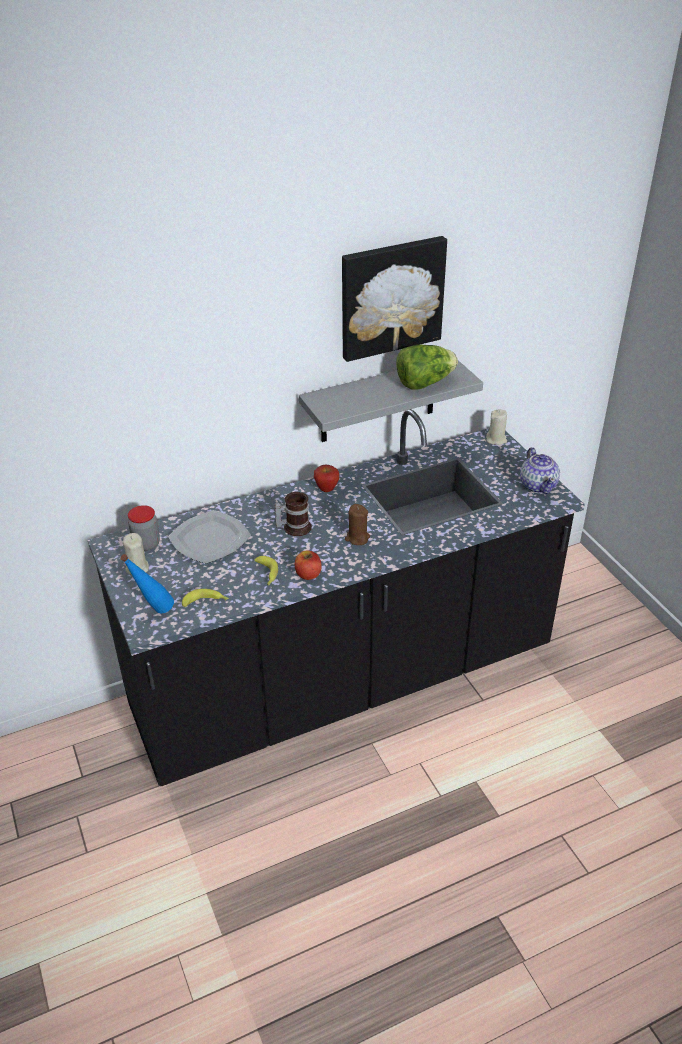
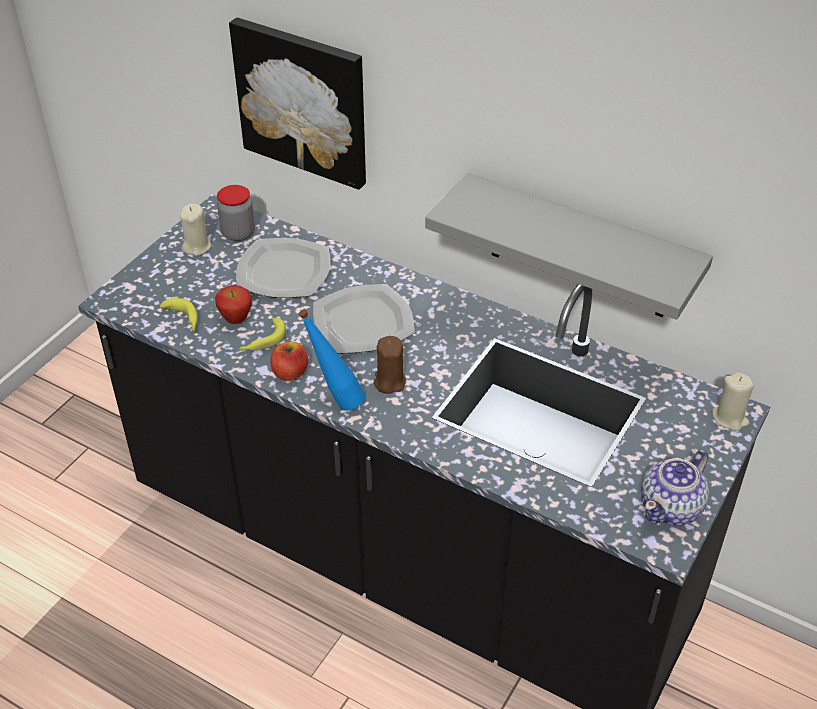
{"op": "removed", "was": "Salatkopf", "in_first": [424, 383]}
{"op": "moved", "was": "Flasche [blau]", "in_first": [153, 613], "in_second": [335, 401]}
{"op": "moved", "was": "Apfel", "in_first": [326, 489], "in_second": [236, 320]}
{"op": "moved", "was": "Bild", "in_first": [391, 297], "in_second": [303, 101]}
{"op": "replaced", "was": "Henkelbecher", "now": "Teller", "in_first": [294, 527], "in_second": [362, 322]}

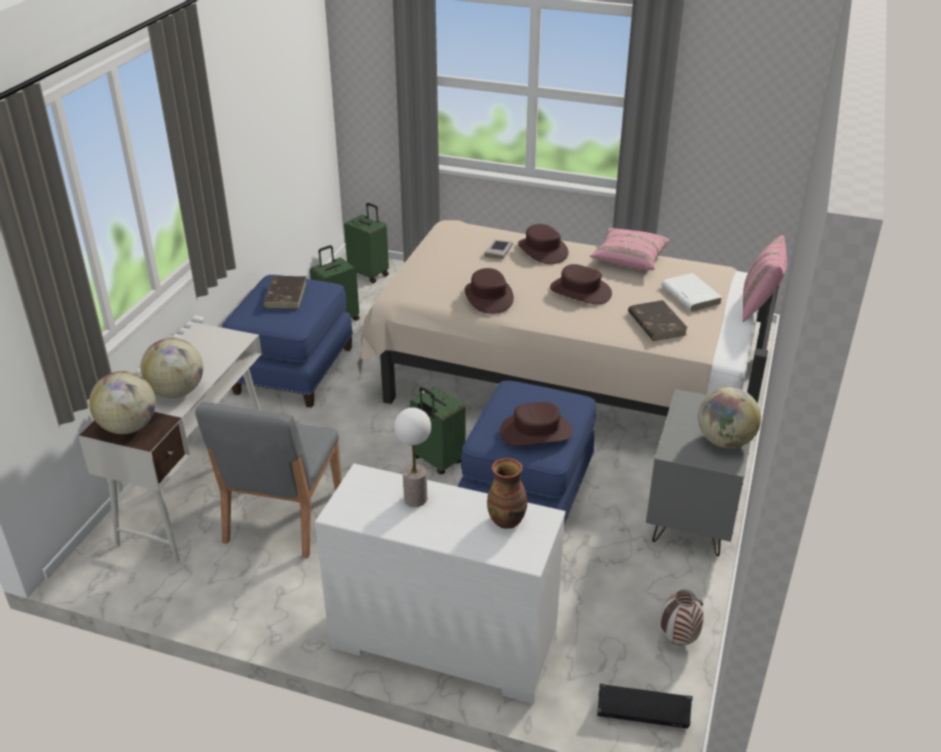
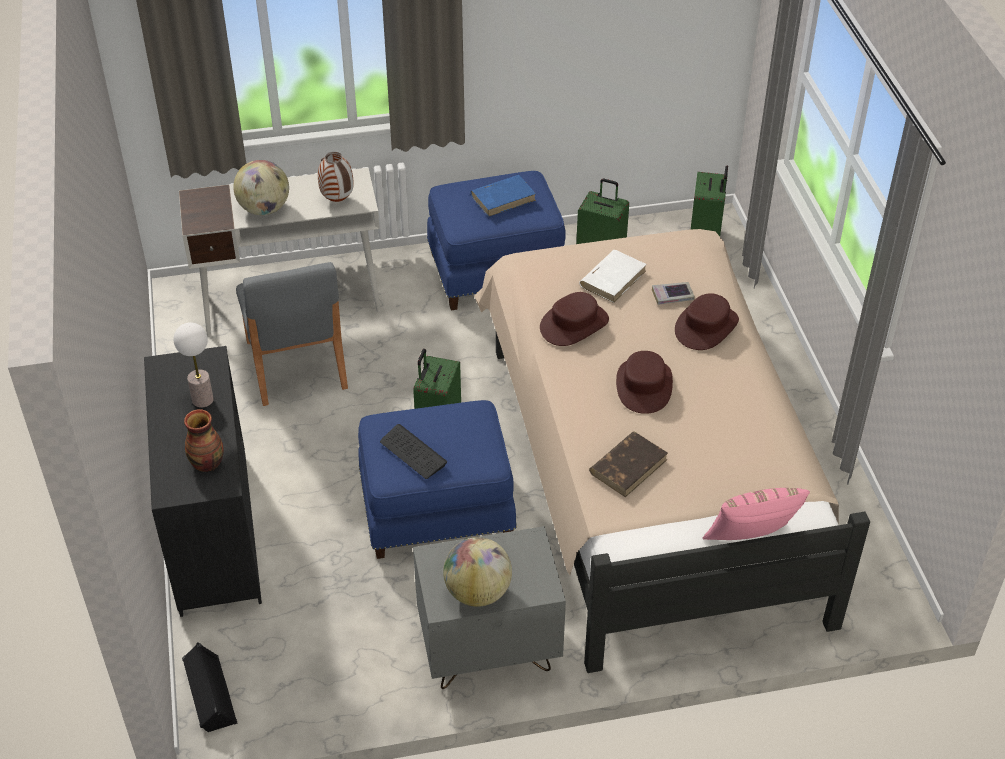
{"op": "removed", "was": "Globus", "in_first": [129, 427]}
{"op": "removed", "was": "Kissen [rosa]", "in_first": [629, 260]}
{"op": "moved", "was": "Vase", "in_first": [678, 640], "in_second": [338, 200]}
{"op": "moved", "was": "Buch [weiß]", "in_first": [690, 295], "in_second": [613, 278]}
{"op": "replaced", "was": "Hut [braun]", "now": "Tastatur", "in_first": [536, 432], "in_second": [413, 453]}
{"op": "recoloured", "was": "Buch [braun]", "now": "Buch [blau]", "in_first": [285, 295], "in_second": [503, 198]}
{"op": "recoloured", "was": "Kommode [weiß]", "now": "Kommode [schwarz]", "in_first": [442, 644], "in_second": [212, 532]}
{"op": "turned", "was": "Stuhl [grau]", "in_first": [282, 517], "in_second": [296, 366], "clockwise": -90}

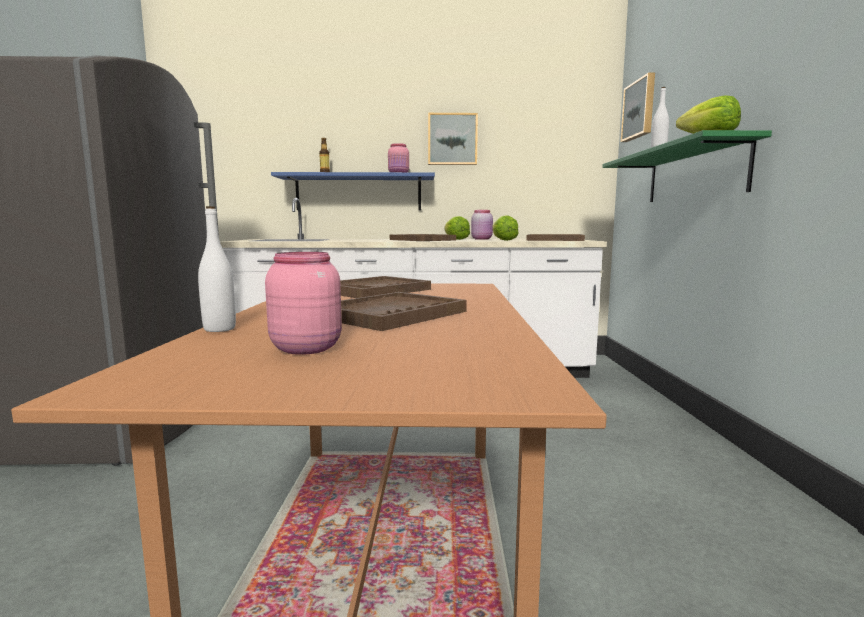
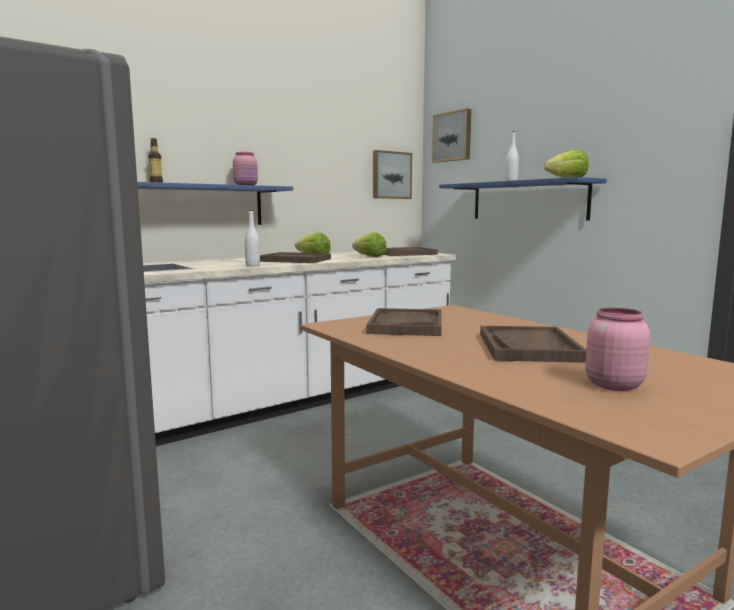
{"op": "removed", "was": "Vorratsglas [rosa]", "in_first": [482, 239]}
{"op": "moved", "was": "Flasche [weiß]", "in_first": [219, 329], "in_second": [252, 265]}
{"op": "moved", "was": "Bild", "in_first": [452, 139], "in_second": [391, 175]}
{"op": "recoloured", "was": "Wandregal [grün]", "now": "Wandregal [blau]", "in_first": [694, 174], "in_second": [527, 201]}

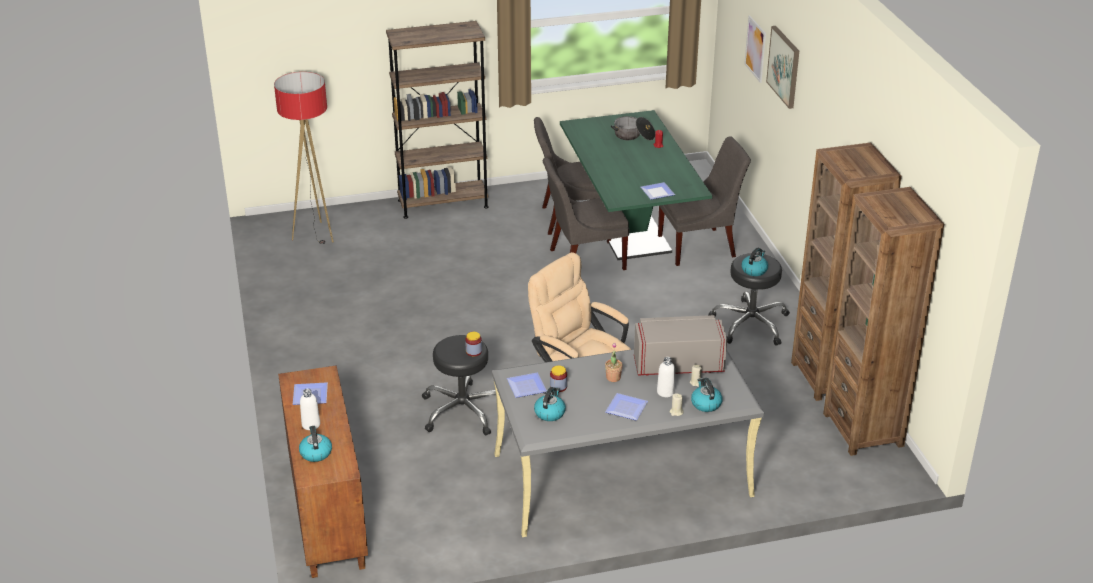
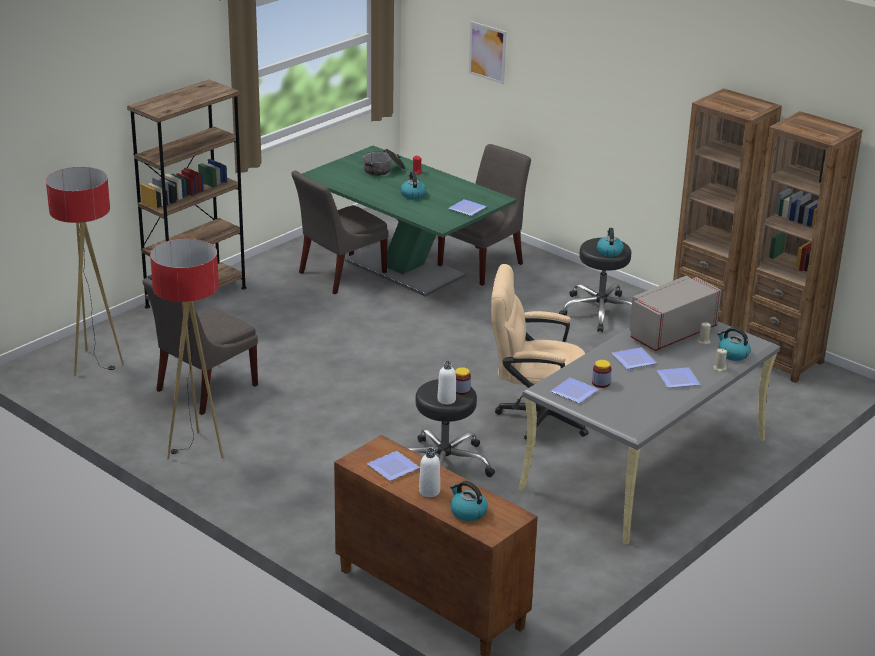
{"op": "removed", "was": "Bild", "in_first": [784, 66]}
{"op": "added", "now": "Stehlampe", "in_second": [195, 449]}
{"op": "moved", "was": "Wasserkessel", "in_first": [550, 413], "in_second": [412, 195]}
{"op": "moved", "was": "Stuhl [grau]", "in_first": [583, 260], "in_second": [203, 389]}
{"op": "moved", "was": "Flasche [weiß]", "in_first": [665, 392], "in_second": [446, 400]}
{"op": "replaced", "was": "Topfpflanze", "now": "Teller", "in_first": [613, 378], "in_second": [635, 360]}

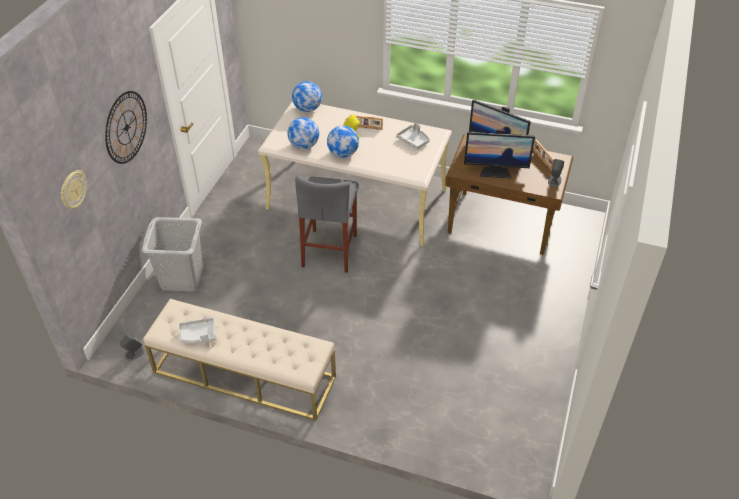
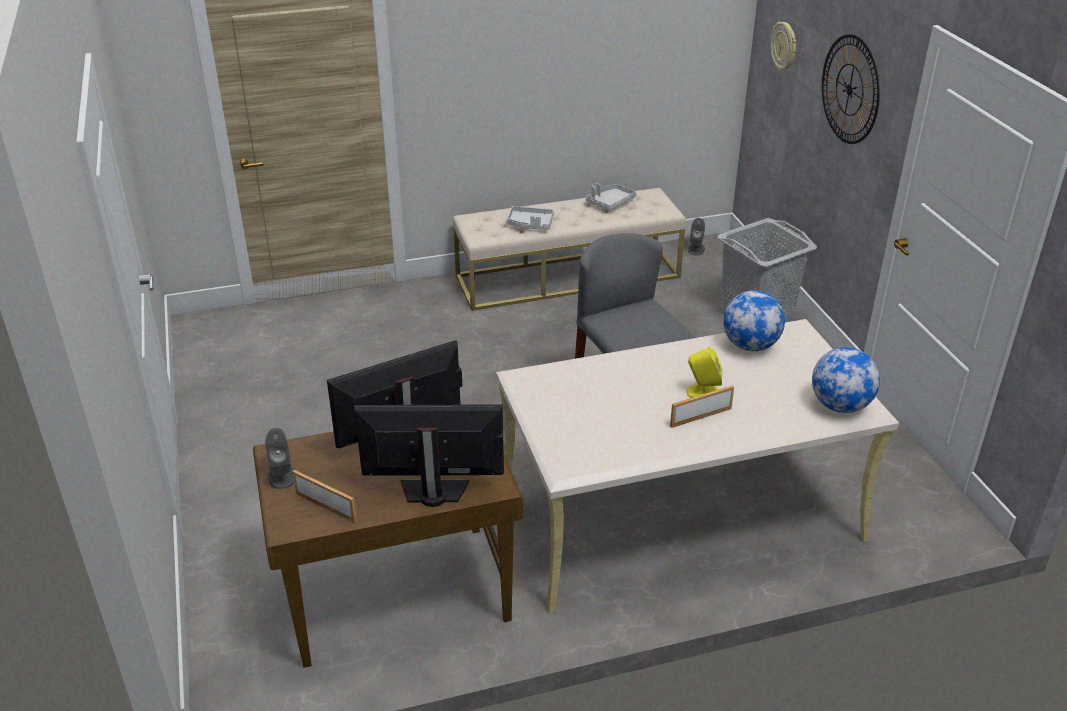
{"op": "removed", "was": "Globus", "in_first": [343, 154]}
{"op": "moved", "was": "Tablett [grau]", "in_first": [413, 140], "in_second": [530, 224]}

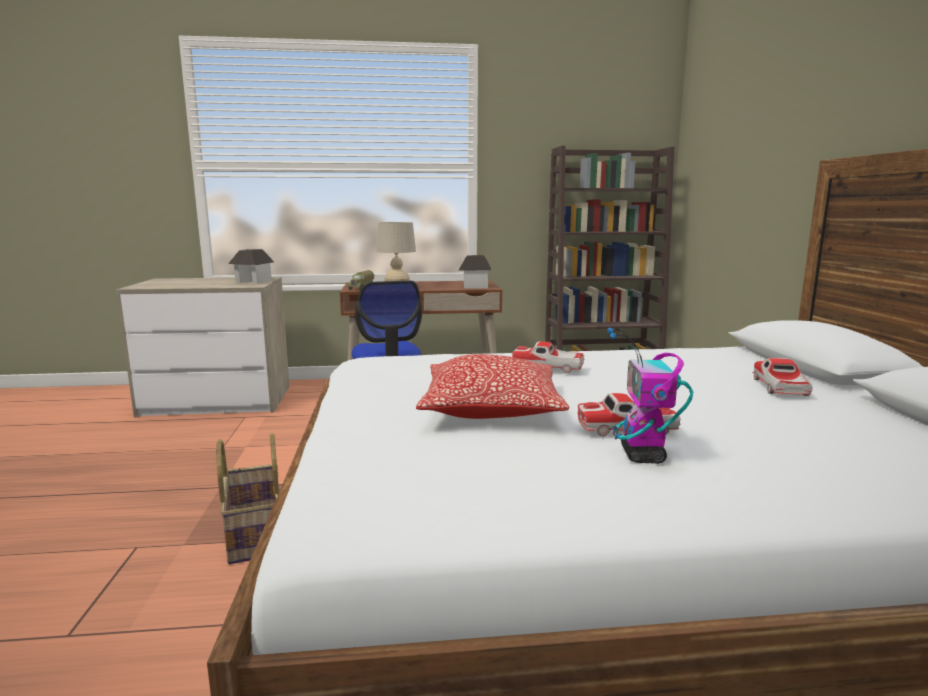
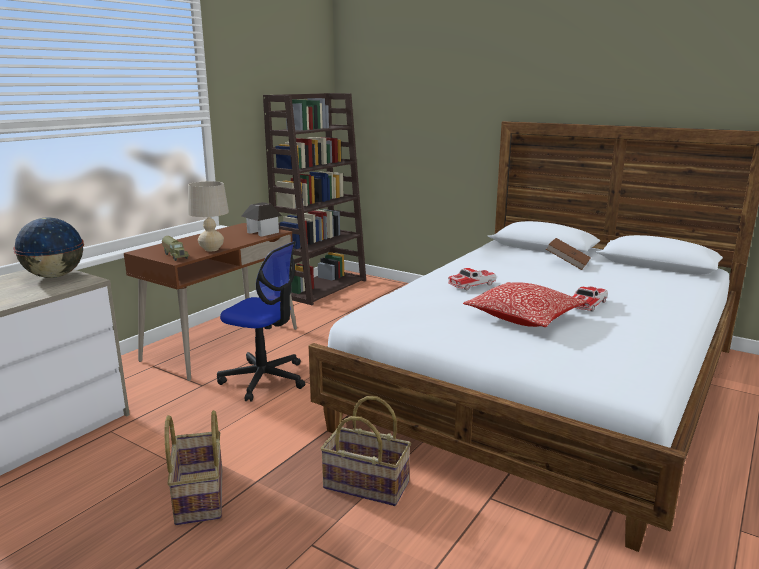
{"op": "removed", "was": "Spielzeugroboter", "in_first": [643, 456]}
{"op": "added", "now": "Korb", "in_second": [198, 496]}
{"op": "replaced", "was": "Spielzeughaus", "now": "Globus", "in_first": [253, 281], "in_second": [55, 276]}
{"op": "replaced", "was": "Spielzeugauto", "now": "Buch [braun]", "in_first": [779, 387], "in_second": [567, 264]}

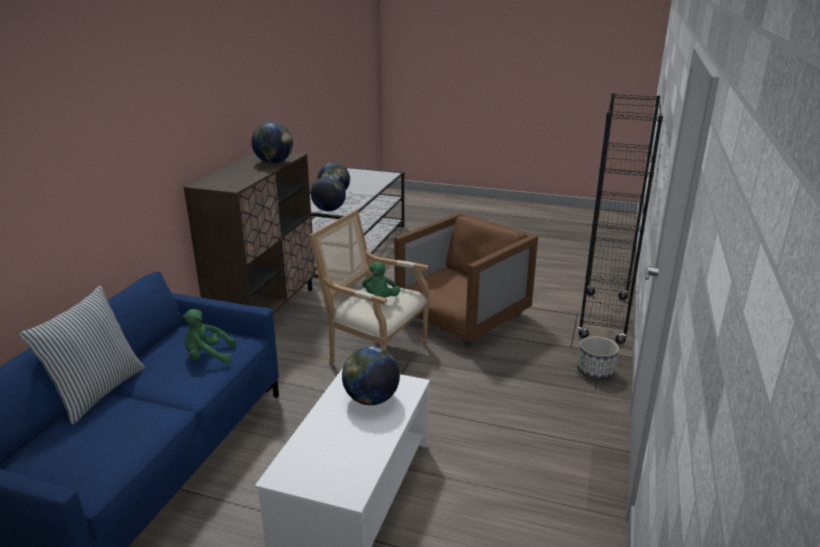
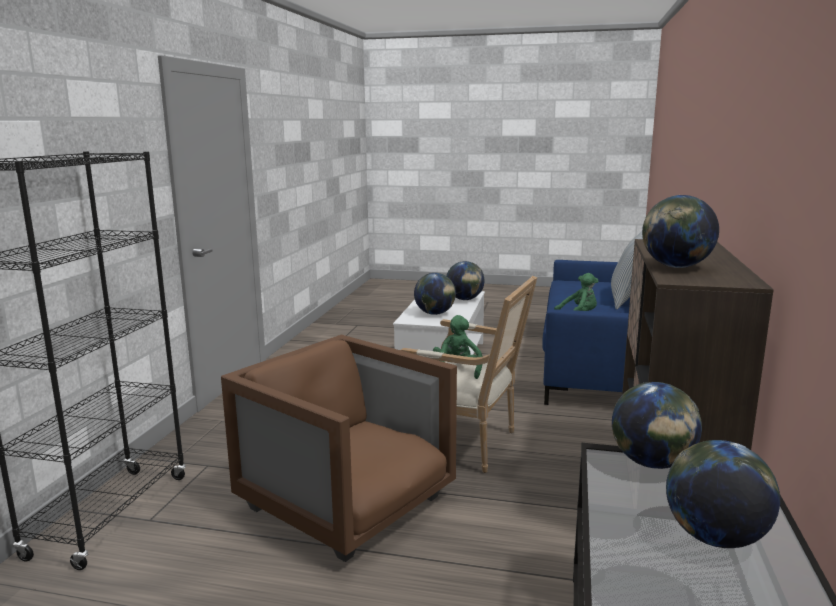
{"op": "removed", "was": "Pflanzkübel", "in_first": [595, 372]}
{"op": "added", "now": "Globus", "in_second": [464, 299]}
{"op": "turned", "was": "Sessel [braun]", "in_first": [462, 317], "in_second": [347, 503], "clockwise": 90}

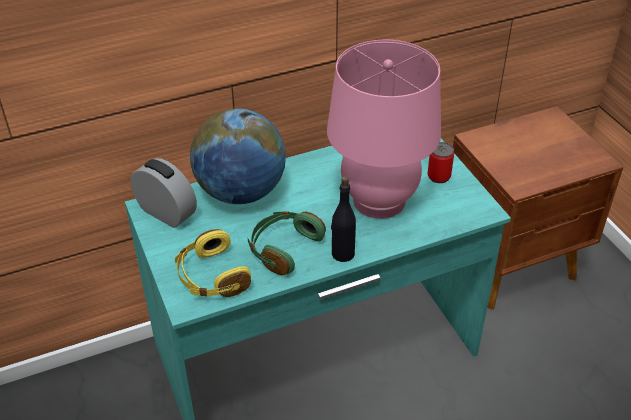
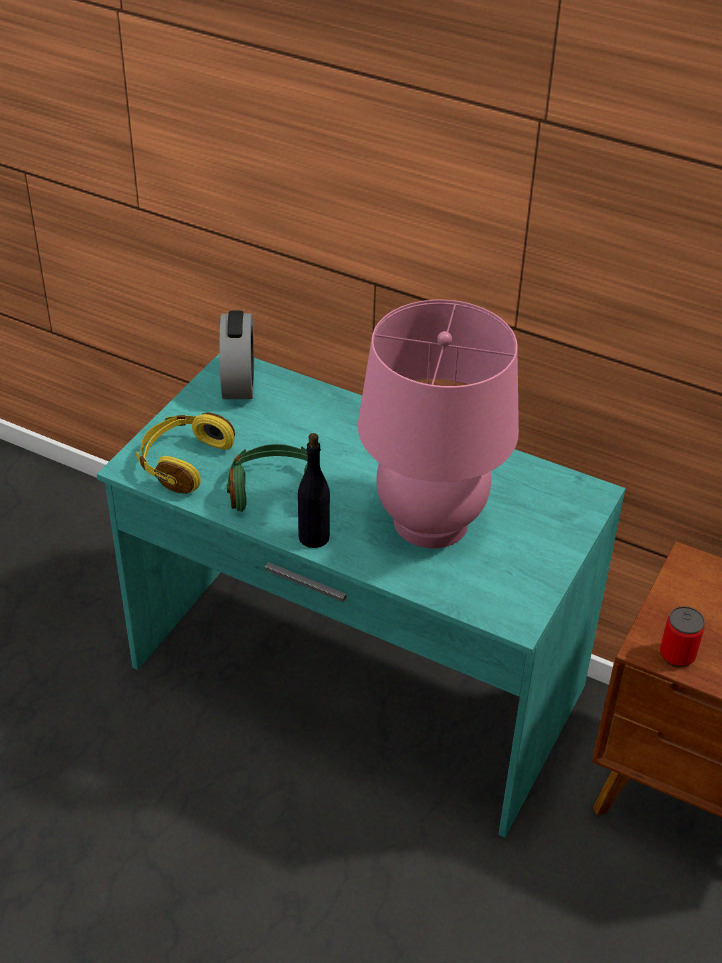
{"op": "removed", "was": "Globus", "in_first": [241, 192]}
{"op": "moved", "was": "Dose", "in_first": [439, 176], "in_second": [677, 655]}

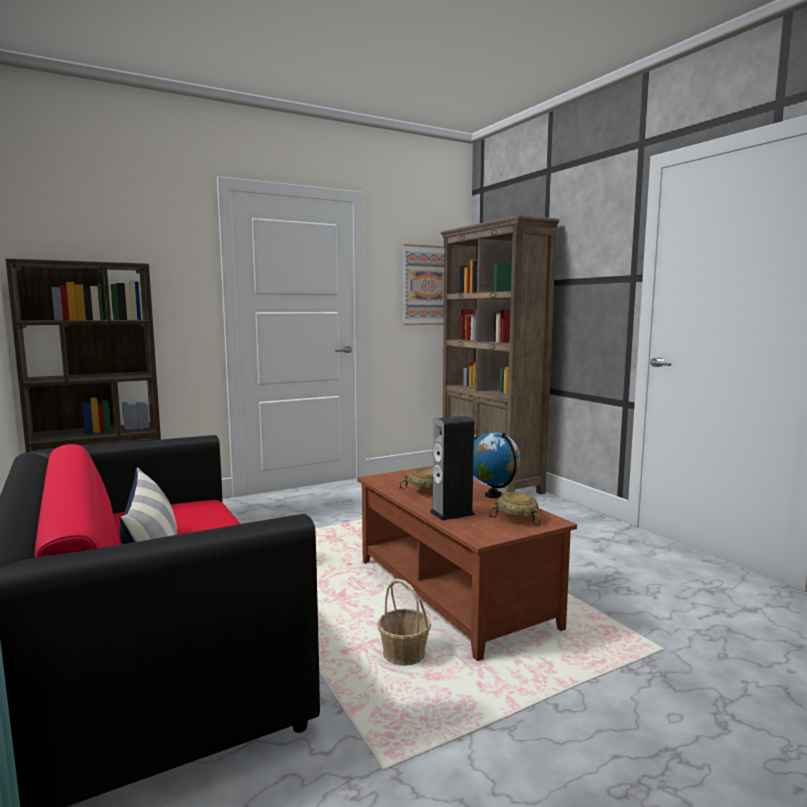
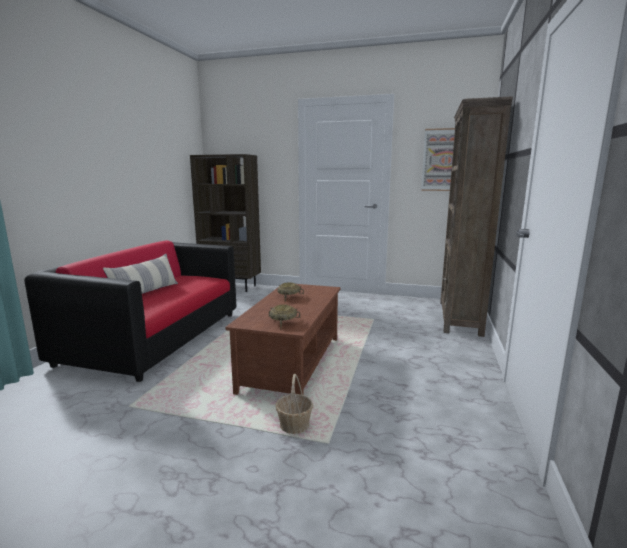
{"op": "removed", "was": "Lautsprecher", "in_first": [452, 513]}
{"op": "removed", "was": "Globus", "in_first": [493, 495]}
{"op": "moved", "was": "Korb", "in_first": [404, 655], "in_second": [294, 425]}

